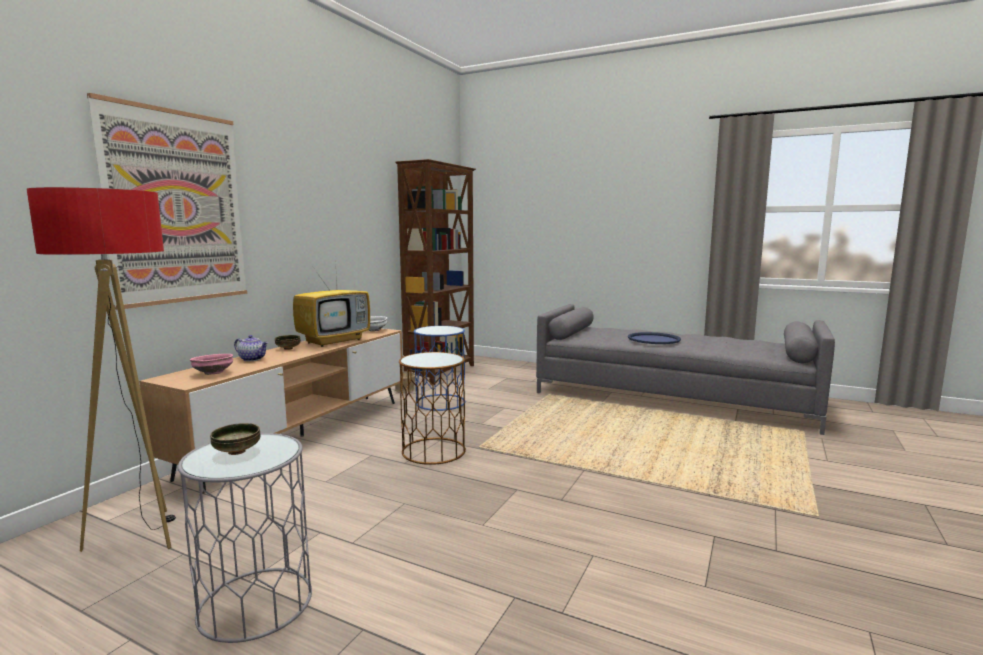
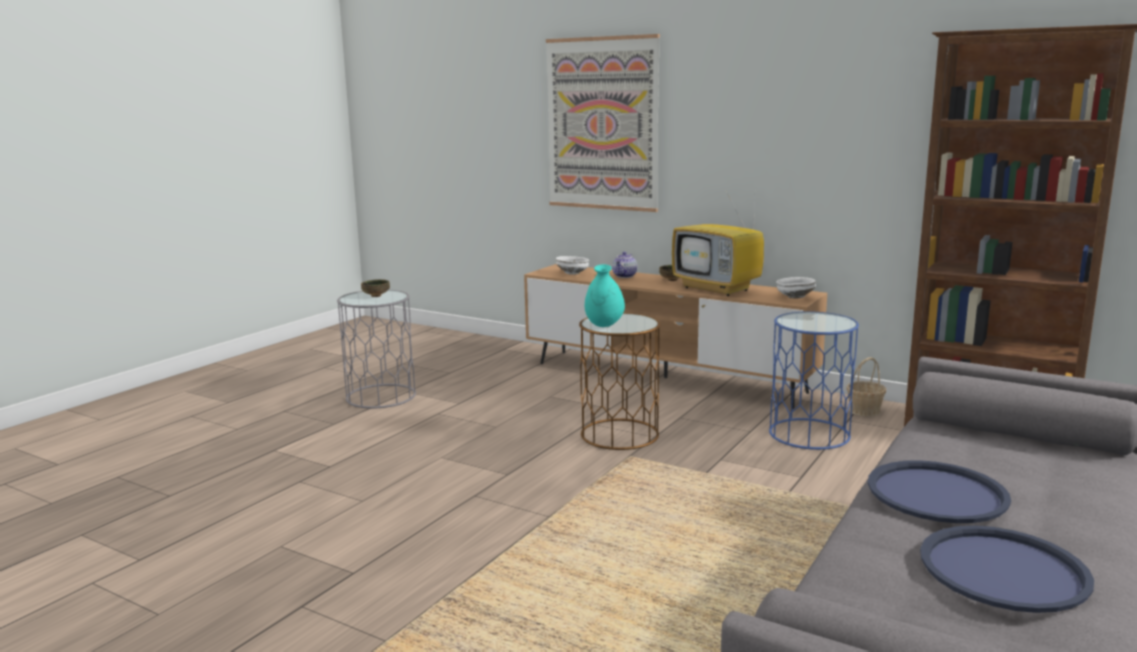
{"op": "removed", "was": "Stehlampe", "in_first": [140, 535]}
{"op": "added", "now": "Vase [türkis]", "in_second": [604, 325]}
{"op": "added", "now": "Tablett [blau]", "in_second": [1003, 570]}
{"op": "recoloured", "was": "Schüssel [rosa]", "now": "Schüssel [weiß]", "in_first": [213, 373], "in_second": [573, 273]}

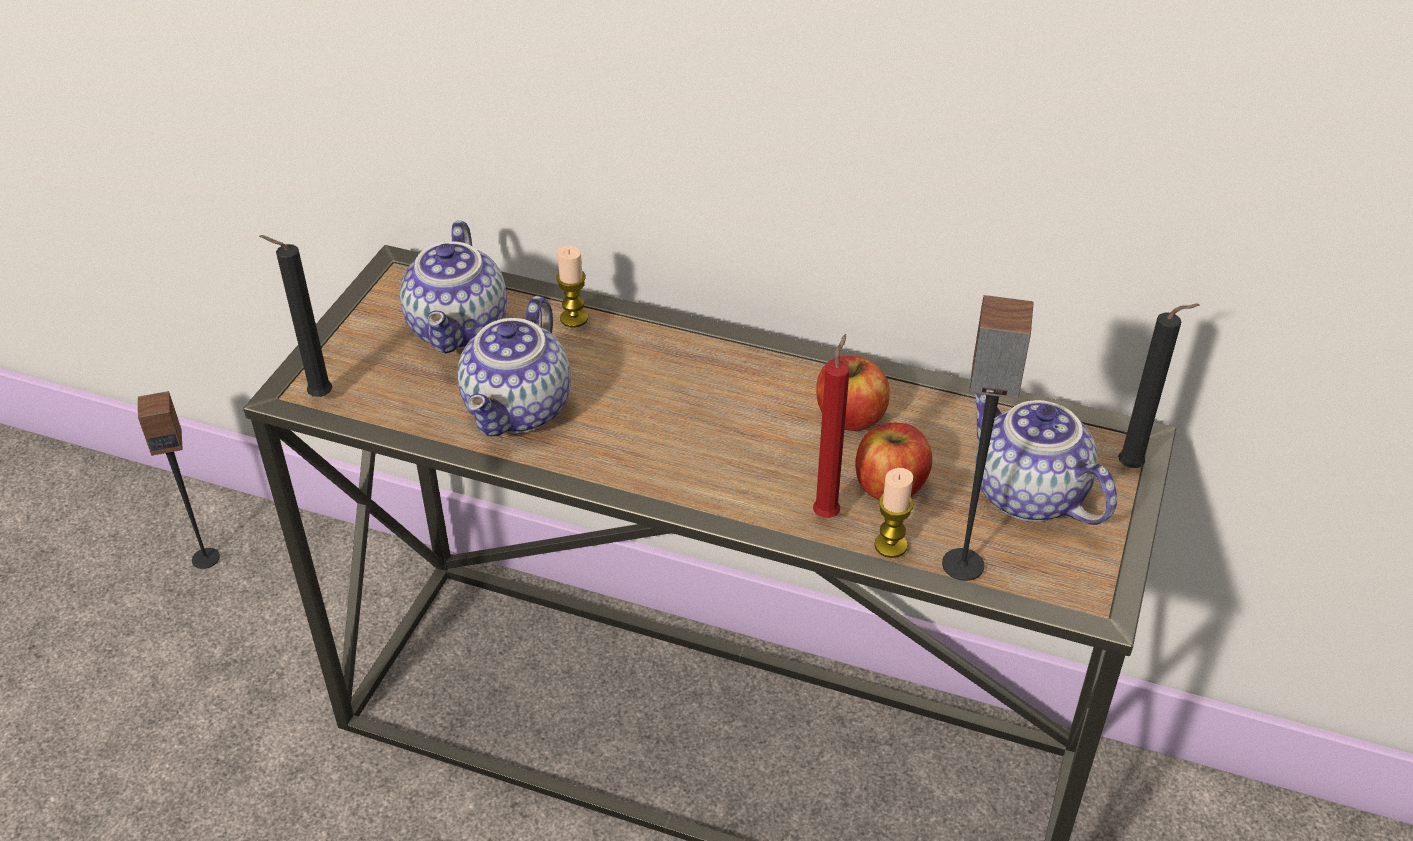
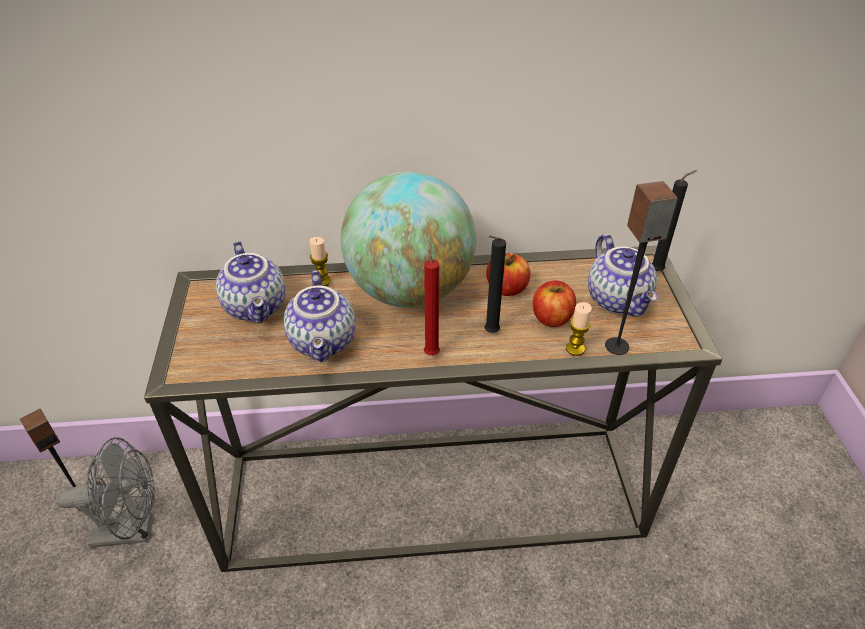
{"op": "added", "now": "Ventilator [grau]", "in_second": [132, 529]}
{"op": "added", "now": "Globus", "in_second": [410, 290]}
{"op": "moved", "was": "Kerze [schwarz]", "in_first": [317, 397], "in_second": [489, 333]}
{"op": "moved", "was": "Kerze [rot]", "in_first": [827, 513], "in_second": [431, 352]}
{"op": "turned", "was": "Teekanne", "in_first": [1025, 494], "in_second": [619, 300], "clockwise": -135}

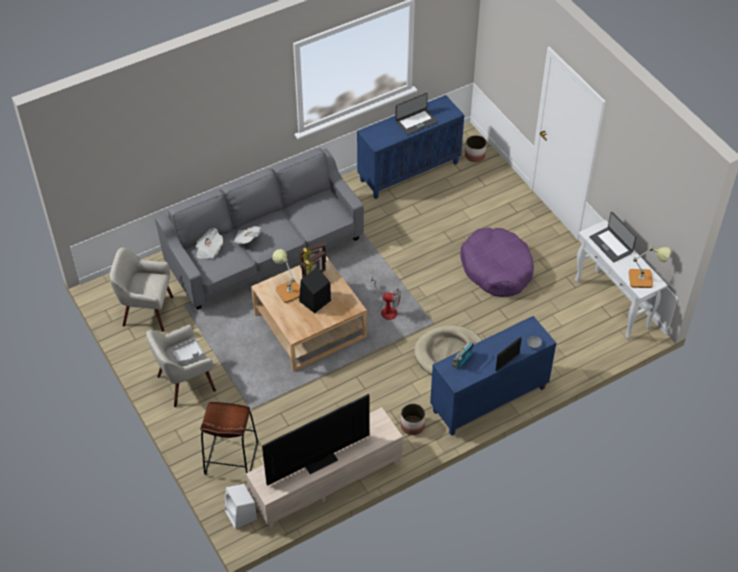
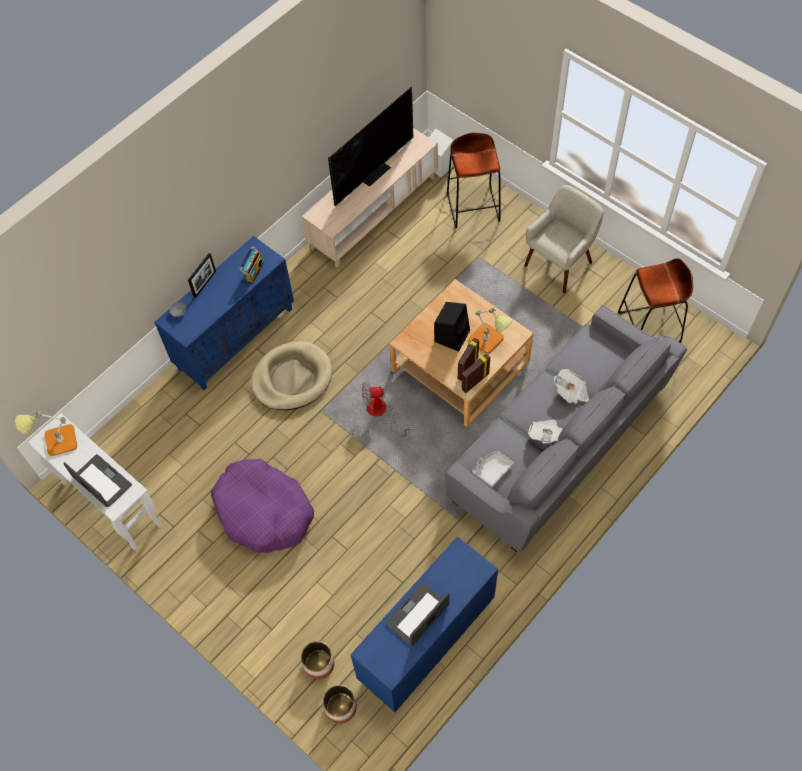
{"op": "moved", "was": "Tablett [grau]", "in_first": [188, 354], "in_second": [492, 470]}
{"op": "moved", "was": "Zeitung", "in_first": [208, 249], "in_second": [546, 435]}
{"op": "moved", "was": "Pflanzkübel", "in_first": [413, 425], "in_second": [318, 664]}
{"op": "replaced", "was": "Sessel [beige]", "now": "Hocker [braun]", "in_first": [147, 311], "in_second": [649, 328]}

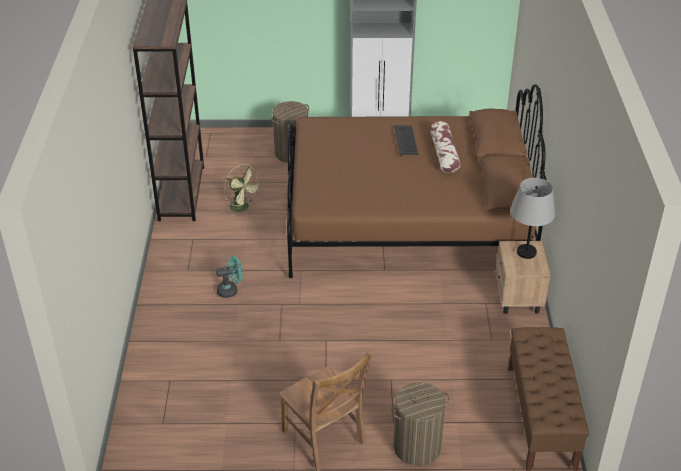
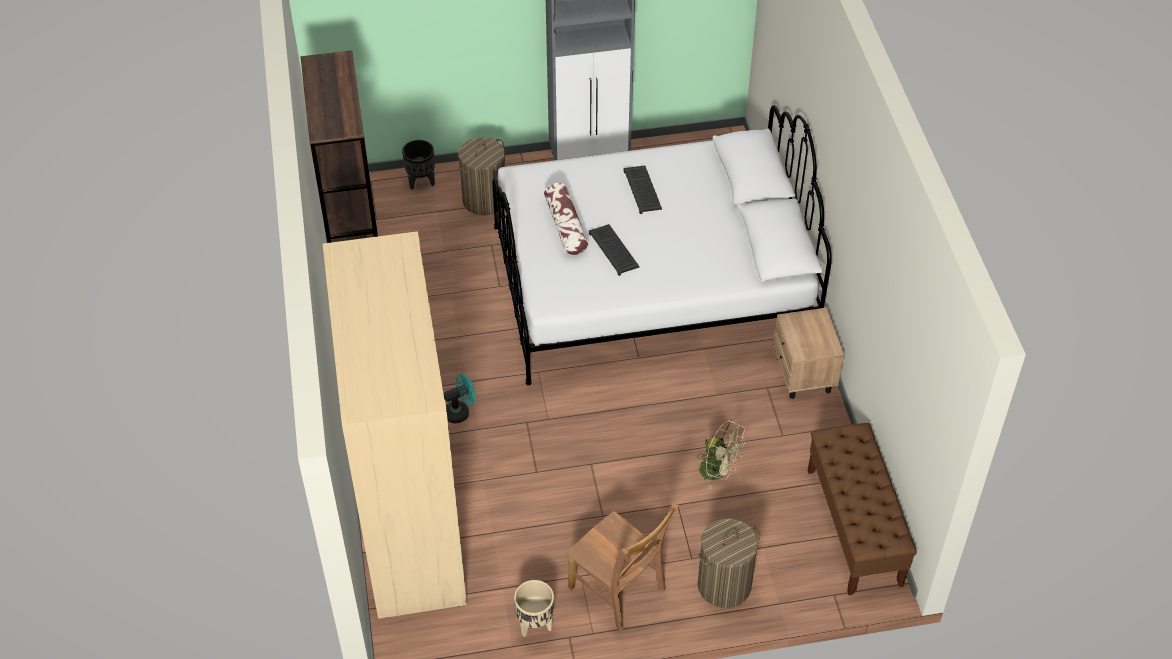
{"op": "removed", "was": "Tischlampe [grau]", "in_first": [526, 252]}
{"op": "added", "now": "Kleiderschrank [beige]", "in_second": [410, 523]}
{"op": "added", "now": "Pflanzkübel [schwarz]", "in_second": [421, 182]}
{"op": "added", "now": "Pflanzkübel [beige]", "in_second": [534, 625]}
{"op": "added", "now": "Tastatur", "in_second": [614, 250]}
{"op": "moved", "was": "Ventilator [grün]", "in_first": [243, 208], "in_second": [718, 471]}
{"op": "moved", "was": "Kissen", "in_first": [444, 154], "in_second": [566, 226]}
{"op": "recoloured", "was": "Bett [braun]", "now": "Bett [weiß]", "in_first": [406, 221], "in_second": [651, 285]}

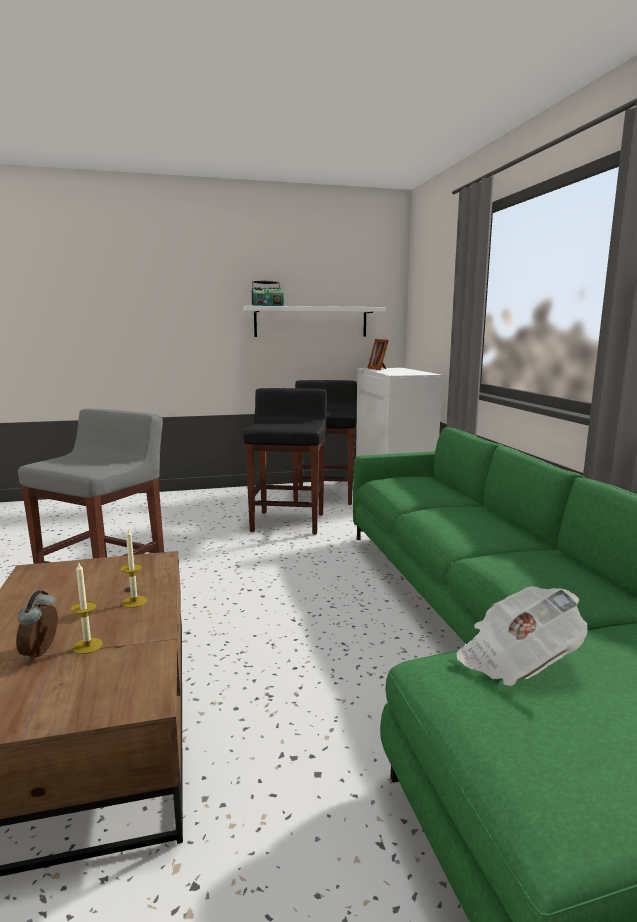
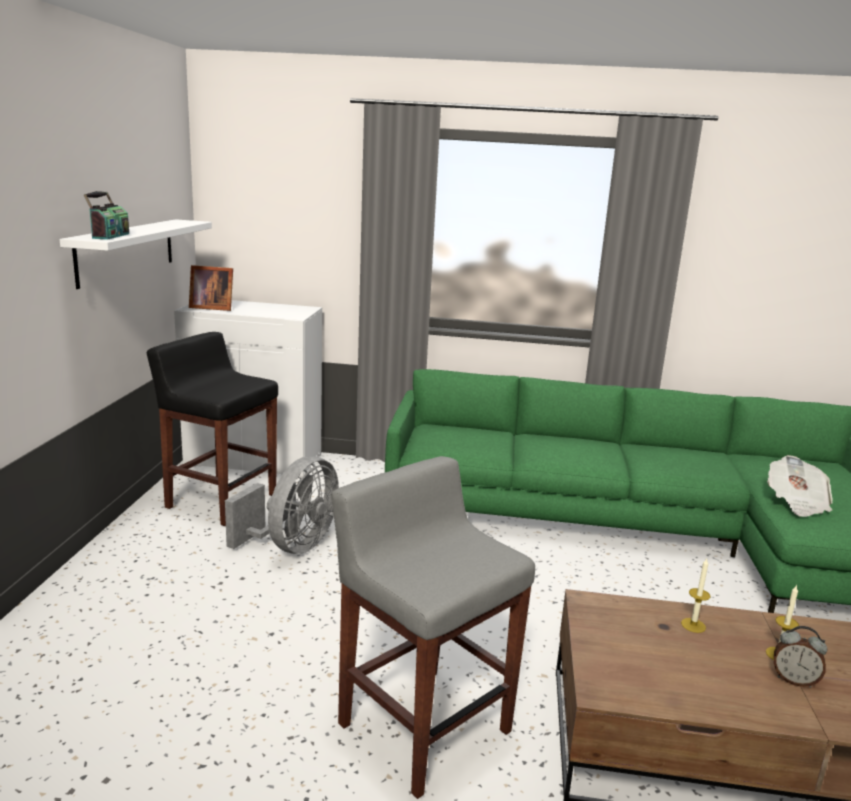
{"op": "replaced", "was": "Hocker [schwarz]", "now": "Ventilator [grau]", "in_first": [288, 522], "in_second": [292, 546]}

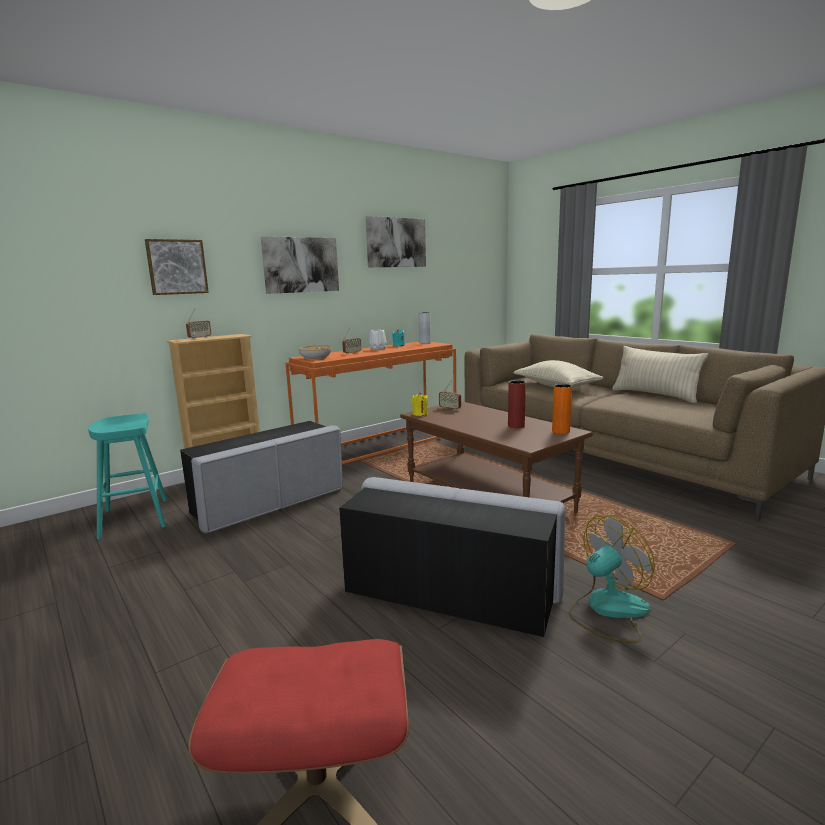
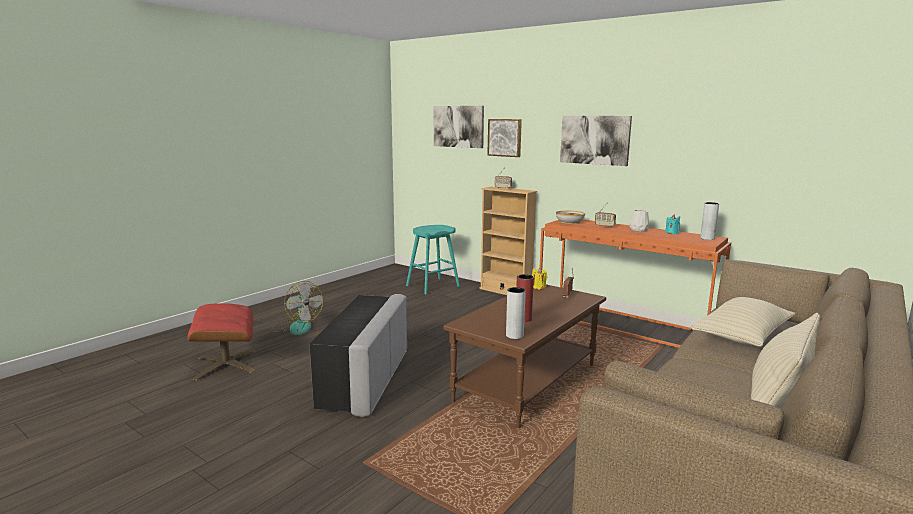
{"op": "removed", "was": "Polsterhocker [grau]", "in_first": [269, 502]}
{"op": "moved", "was": "Bild", "in_first": [396, 242], "in_second": [458, 126]}
{"op": "moved", "was": "Ventilator", "in_first": [608, 610], "in_second": [296, 327]}
{"op": "recoloured", "was": "Vase [orange]", "now": "Vase [grau]", "in_first": [560, 431], "in_second": [514, 335]}

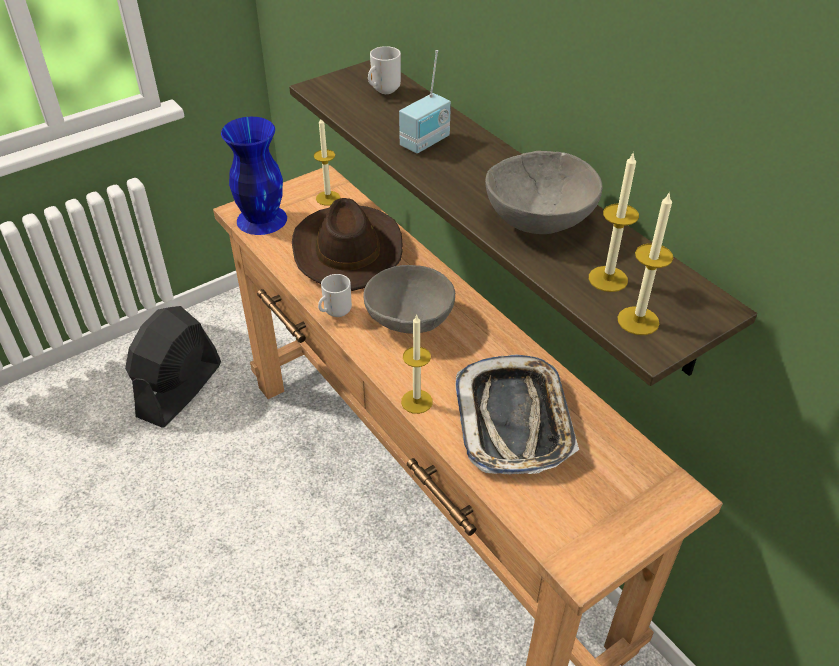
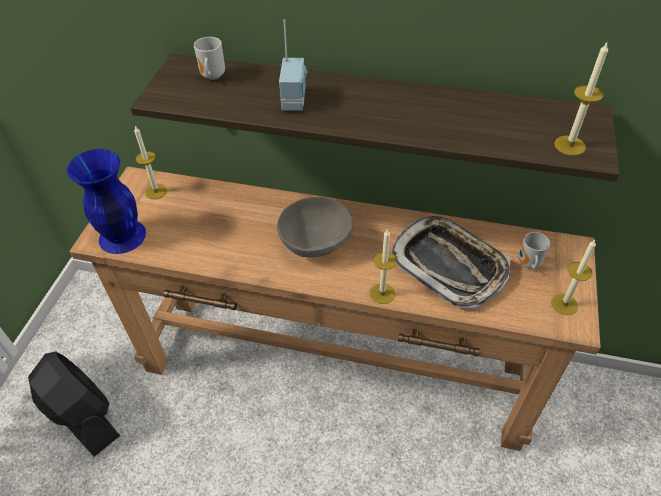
{"op": "removed", "was": "Hut [braun]", "in_first": [347, 249]}
{"op": "removed", "was": "Schüssel [grau]", "in_first": [538, 221]}
{"op": "moved", "was": "Henkelbecher", "in_first": [335, 312], "in_second": [528, 264]}
{"op": "moved", "was": "Kerze", "in_first": [608, 279], "in_second": [564, 304]}
{"op": "turned", "was": "Ventilator [schwarz]", "in_first": [179, 390], "in_second": [83, 416], "clockwise": 150}

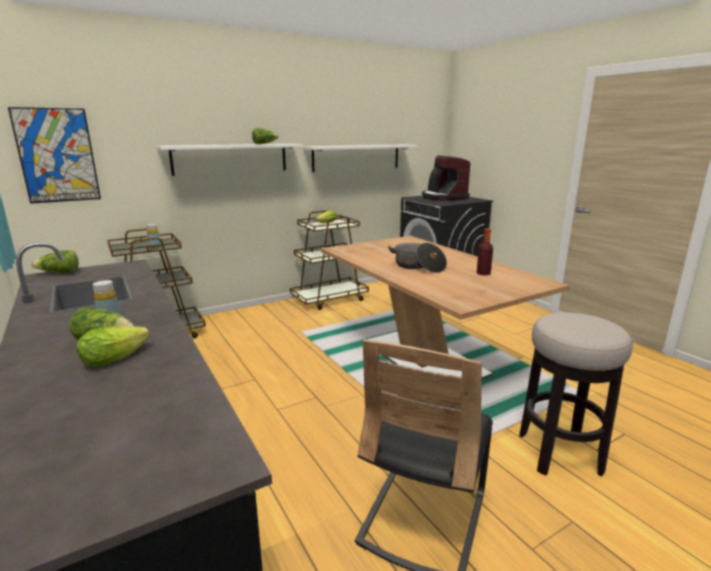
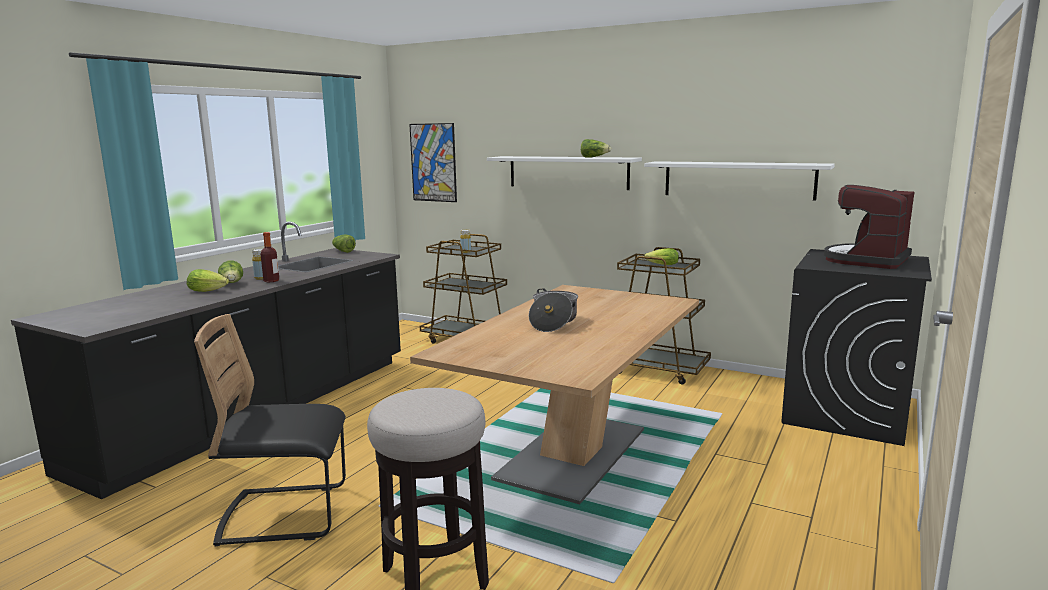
{"op": "moved", "was": "Flasche", "in_first": [483, 273], "in_second": [271, 281]}

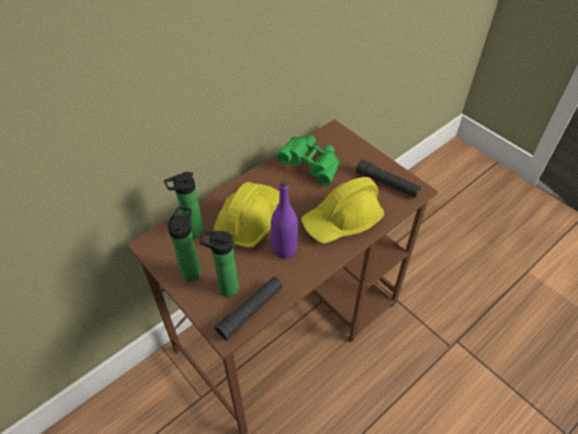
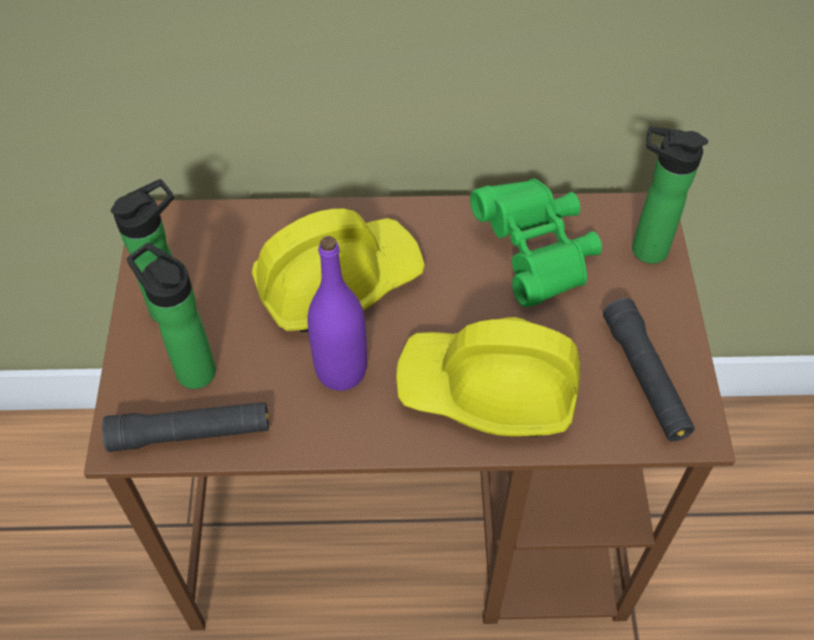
{"op": "moved", "was": "Flasche", "in_first": [192, 233], "in_second": [643, 249]}

